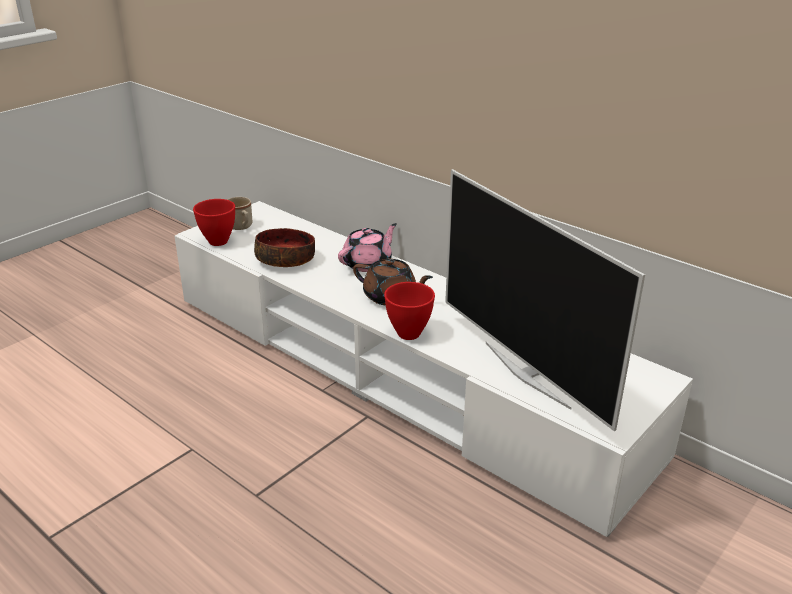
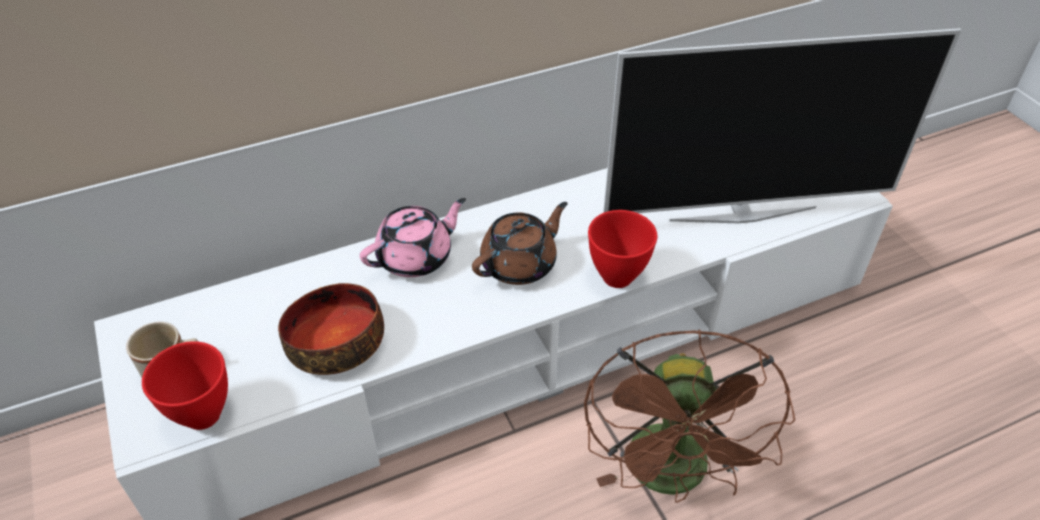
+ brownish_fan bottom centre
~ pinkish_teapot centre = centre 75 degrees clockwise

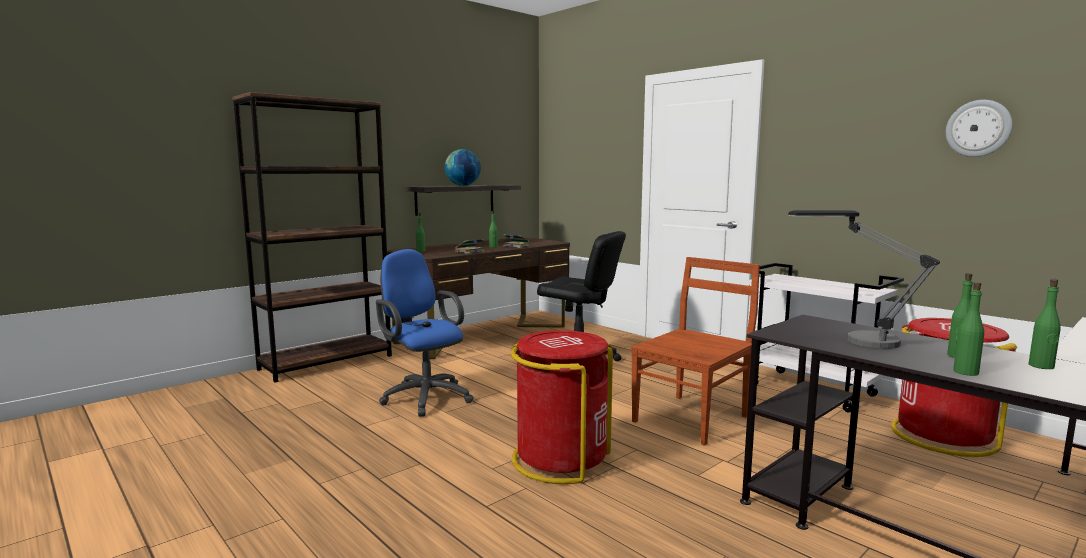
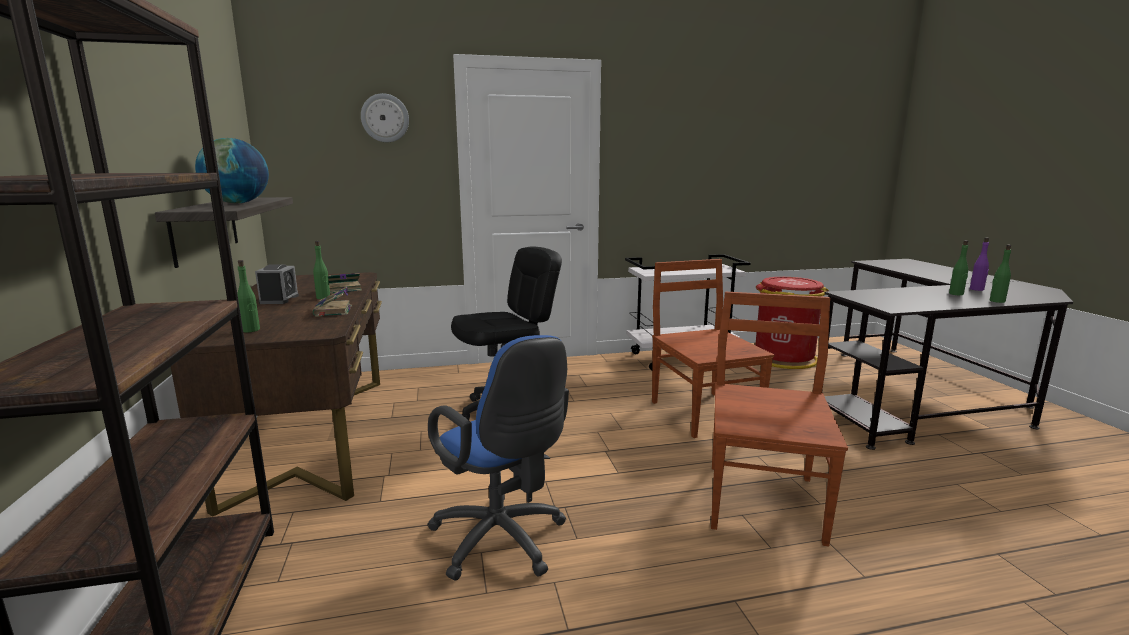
- table_lamp middle right
+ table_clock middle left
~ clock_on_the_wall top right to top centre
~ reddish_rubbish_bin (no. 1 from left) bottom centre to brownish_upright_chair (no. 2 from left) middle right
~ greenish_beverage_bottle (no. 5 from left) middle right to purple-coloured_beverage_bottle middle right
~ blue_office_chair centre = bottom centre 120 degrees counterclockwise

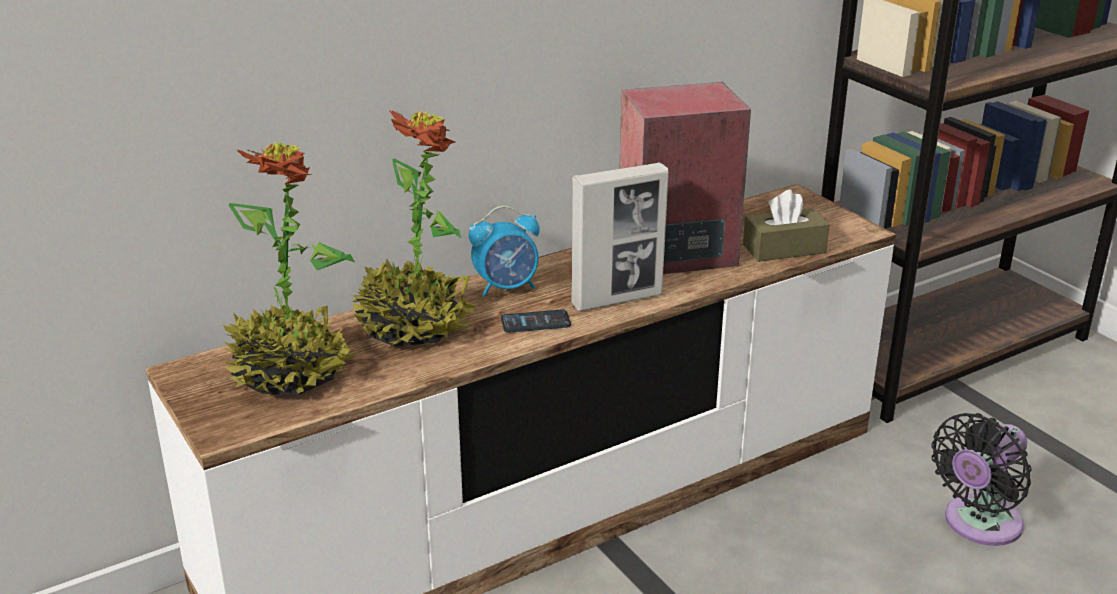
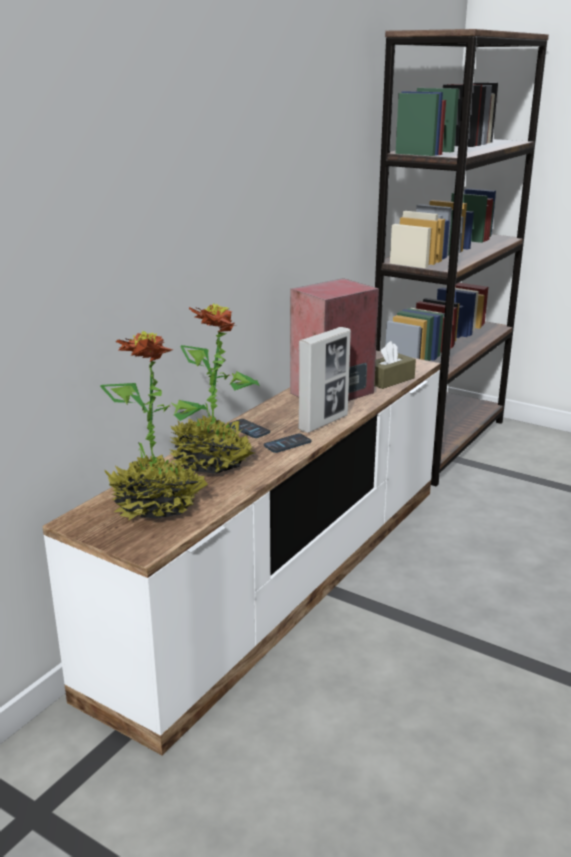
- black_fan bottom right
~ table_clock centre to telephone (no. 1 from left) centre

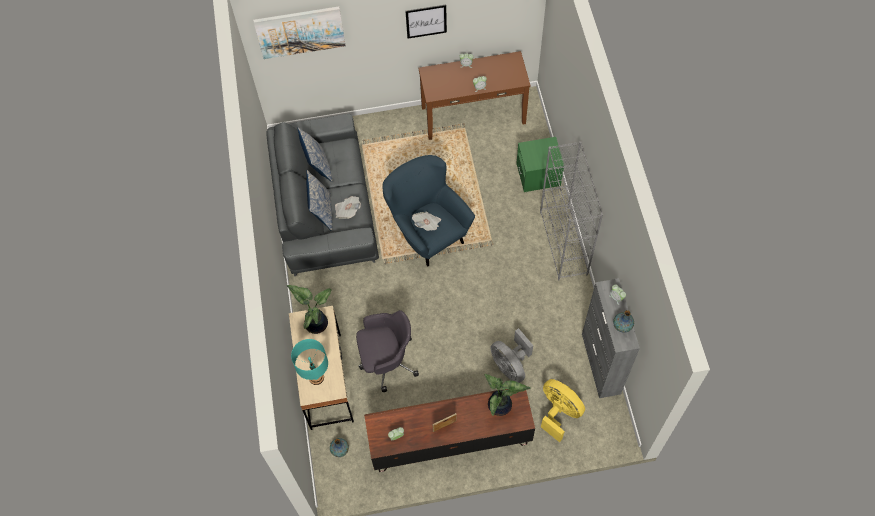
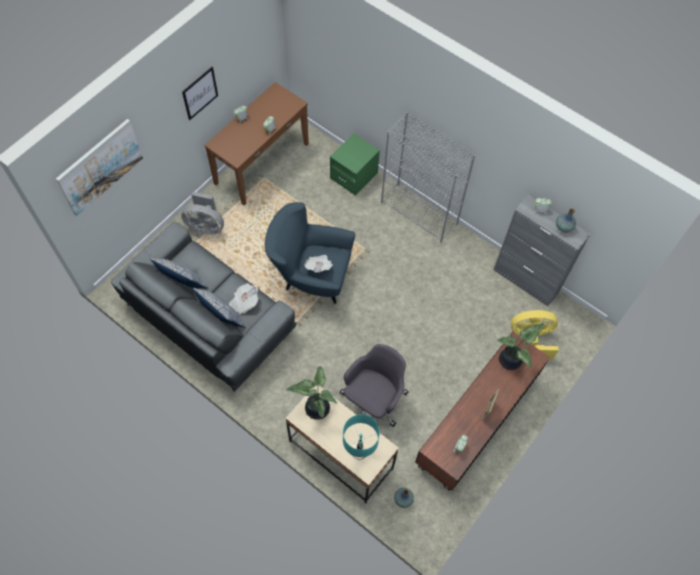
~ gray_fan bottom centre to middle left

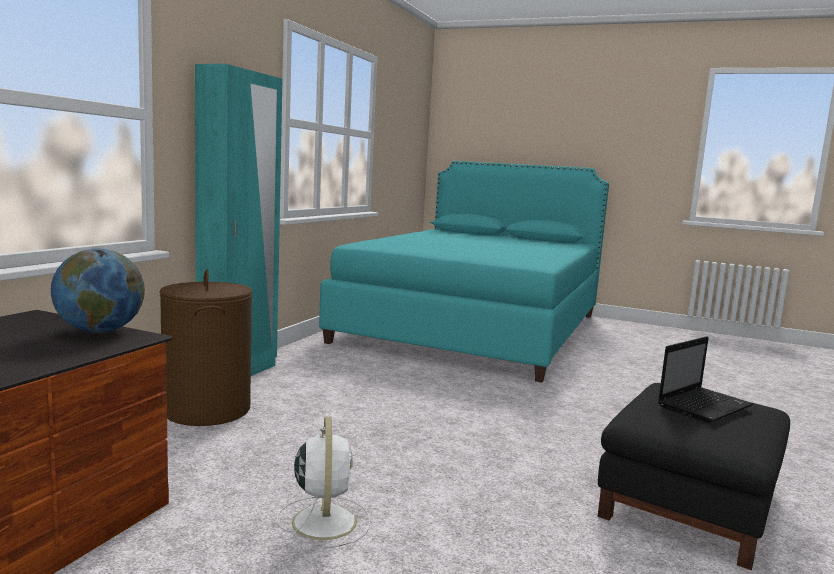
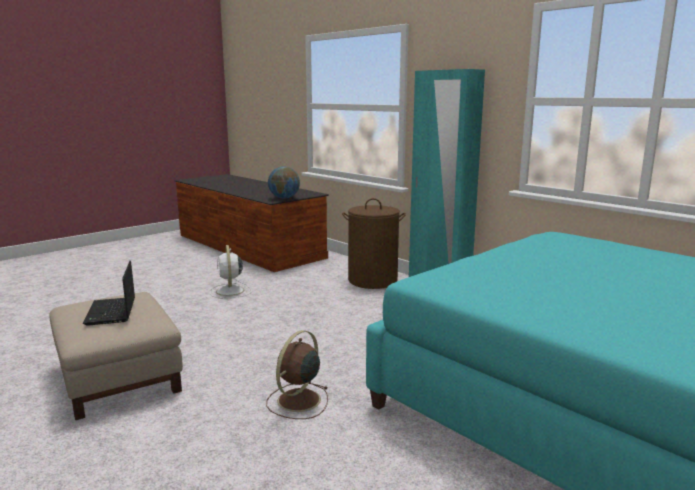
+ brownish_fan bottom centre
~ black_ottoman bottom right to beige_ottoman bottom left
~ white-coloured_fan bottom centre = middle left 60 degrees clockwise

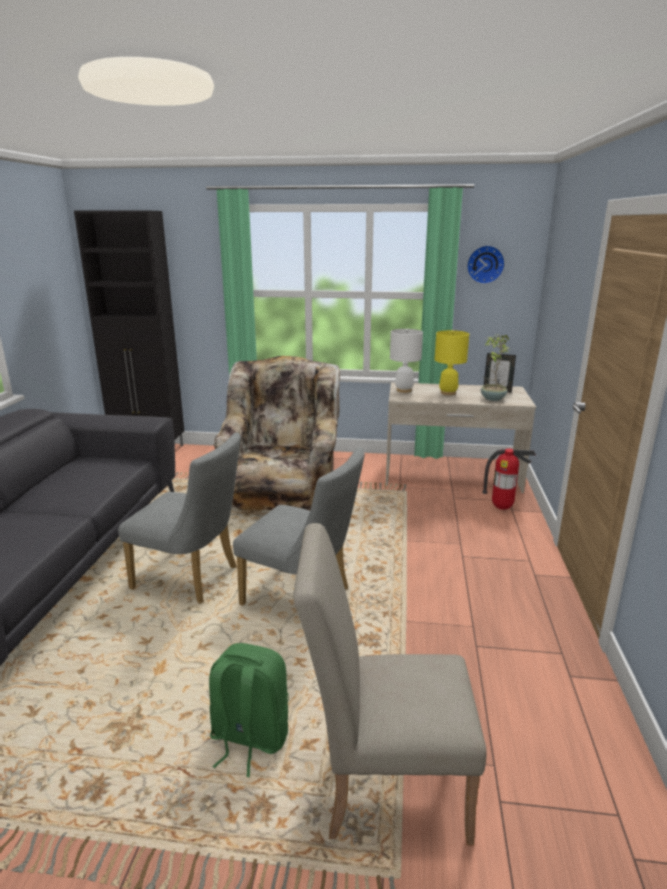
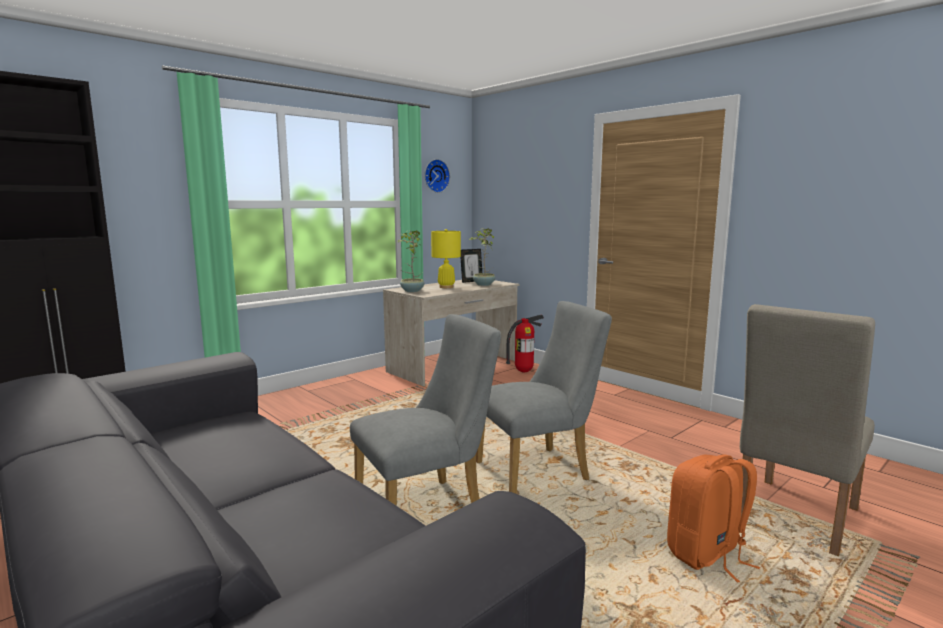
- beige_armchair centre
~ white-coloured_table_lamp centre to houseplant (no. 1 from left) centre
~ greenish_backpack bottom centre to orange_backpack bottom right

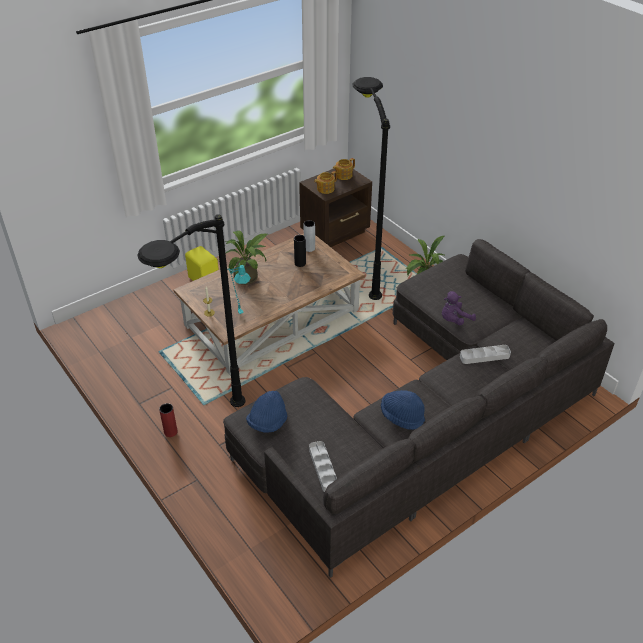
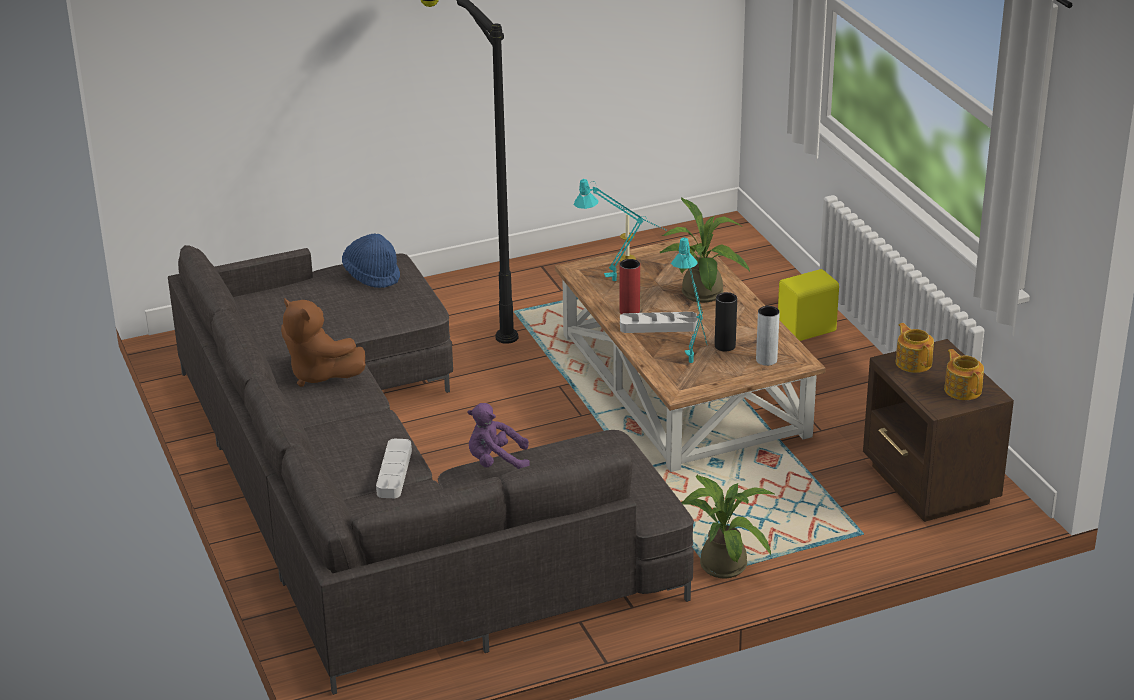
- black_standard_lamp (no. 2 from left) top centre
+ blue-green_table_lamp (no. 2 from left) centre
~ reddish_decorative_vase middle left to centre
~ gray_serving_tray (no. 1 from left in the first image) bottom centre to gray_serving_tray (no. 2 from left) centre
~ blue_hat (no. 2 from left) centre to brownish_soft_toy middle left
~ purple-coloured_soft_toy middle right = centre 75 degrees counterclockwise

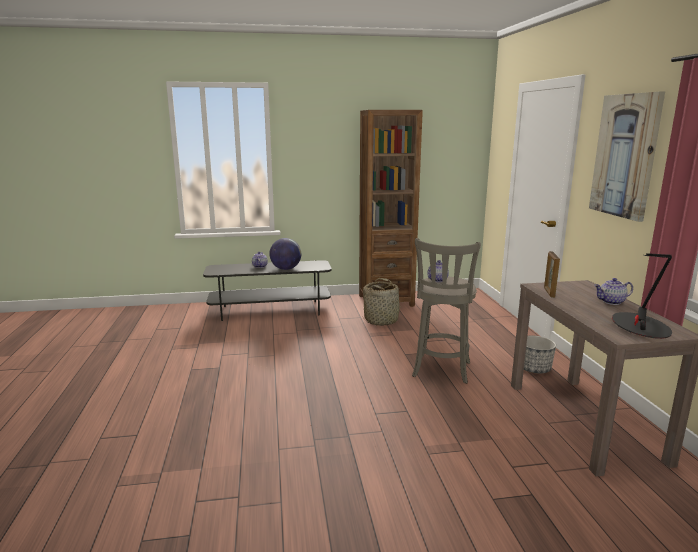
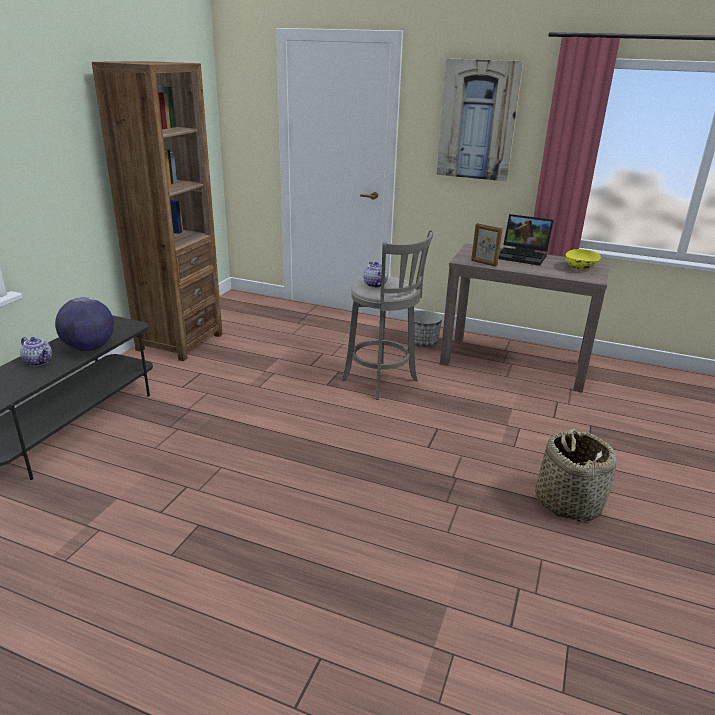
~ basket centre to middle right
~ teapot (no. 3 from left) middle right to notebook_computer middle right
~ table_lamp middle right to yellowish_serving_bowl middle right

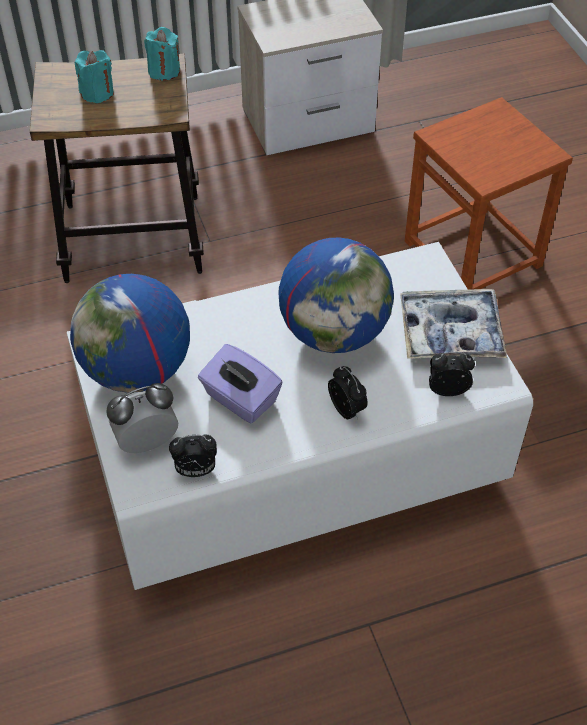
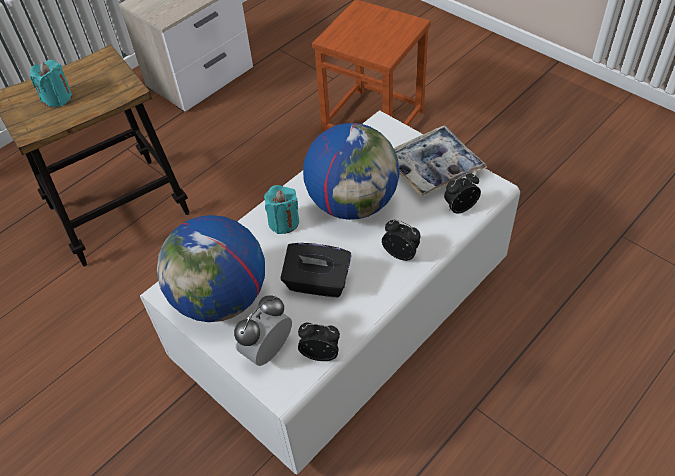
~ blue-green_candle (no. 2 from left) top left to centre
~ purple-coloured_tissue_box centre to black_tissue_box centre
~ table_clock (no. 2 from left) middle left = bottom centre 135 degrees counterclockwise

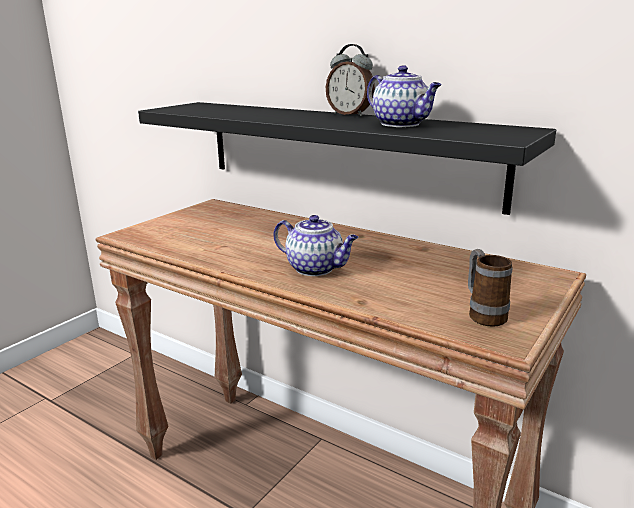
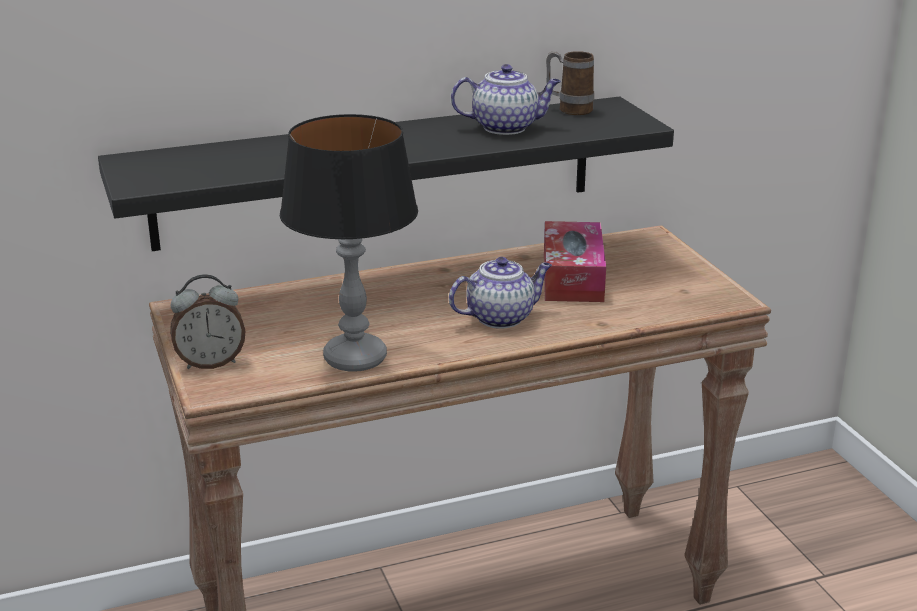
+ table_lamp centre
+ tissue_box centre
~ table_clock top centre to middle left
~ tea_mug middle right to top centre

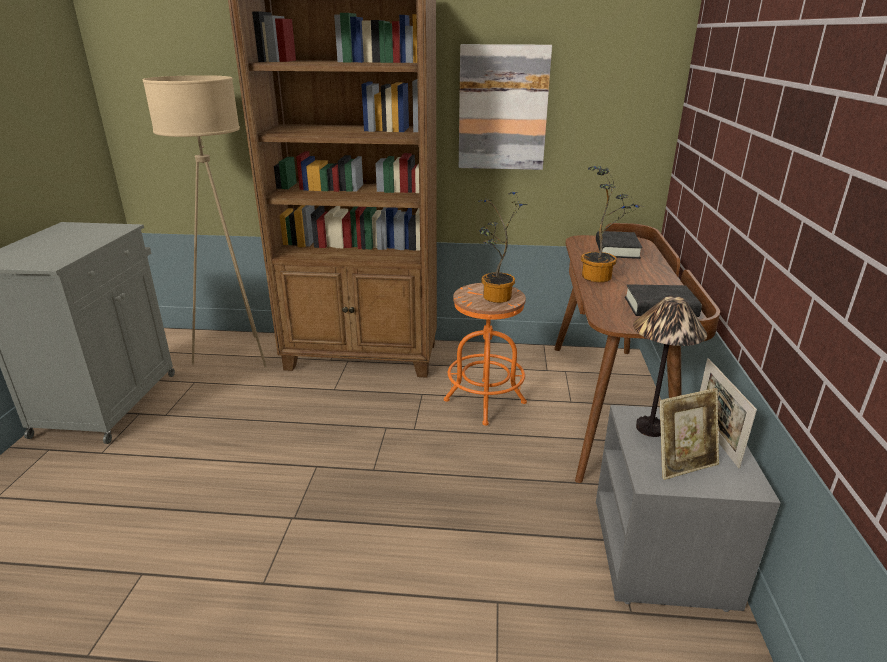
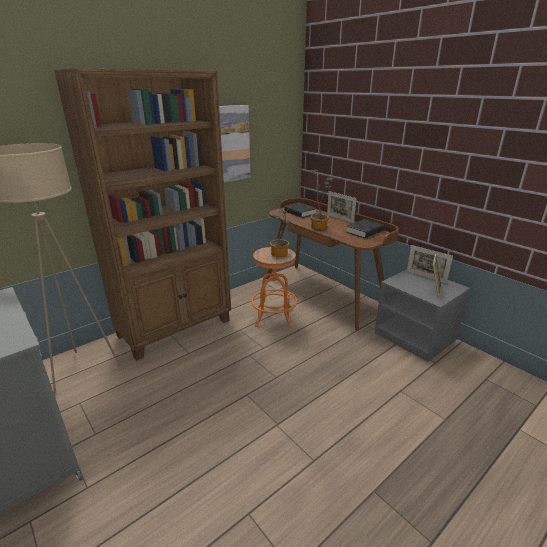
- table_lamp middle right
+ photo_frame (no. 1 from left) centre

